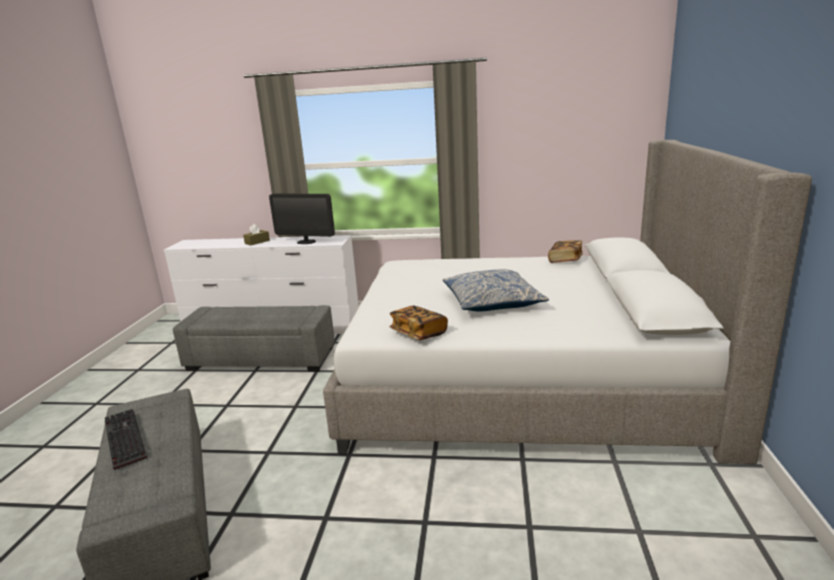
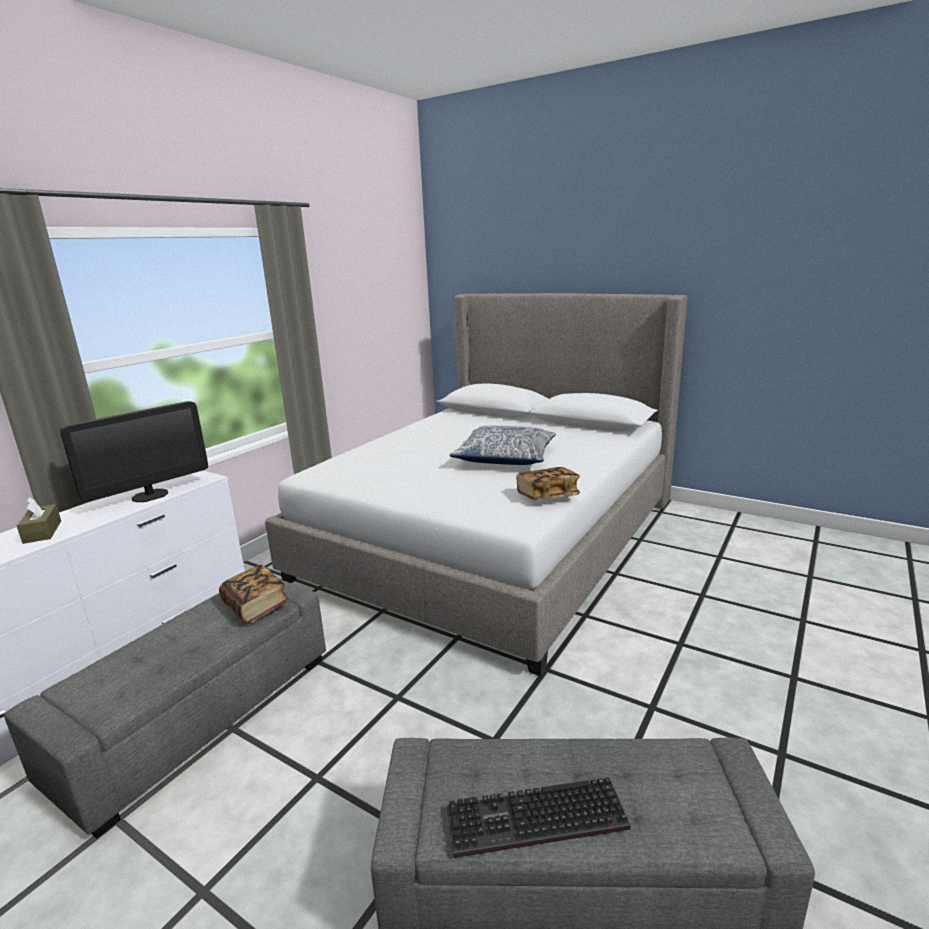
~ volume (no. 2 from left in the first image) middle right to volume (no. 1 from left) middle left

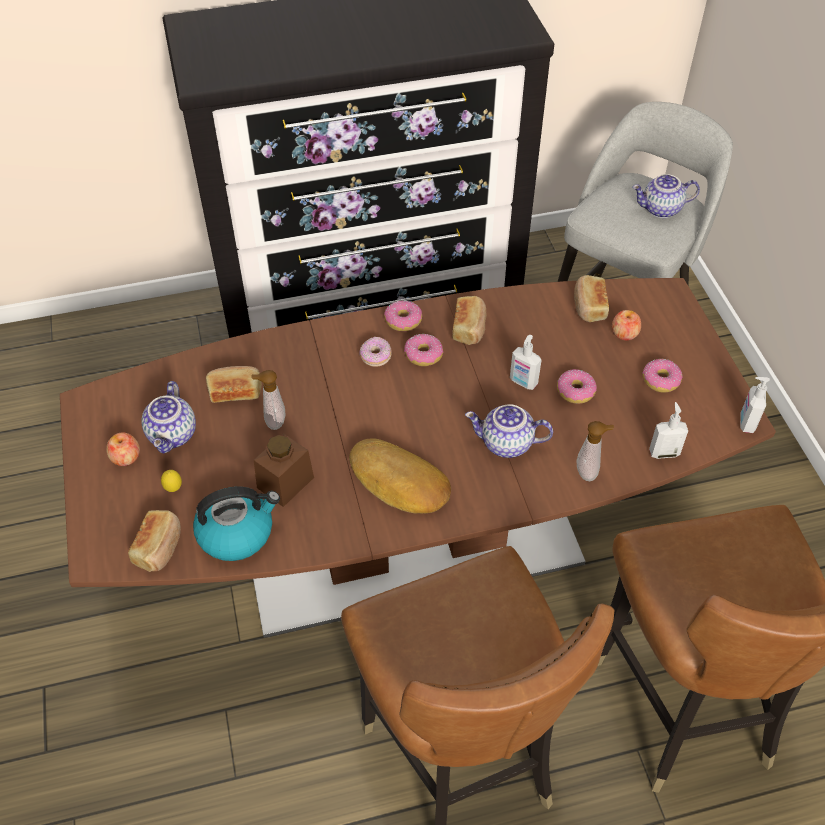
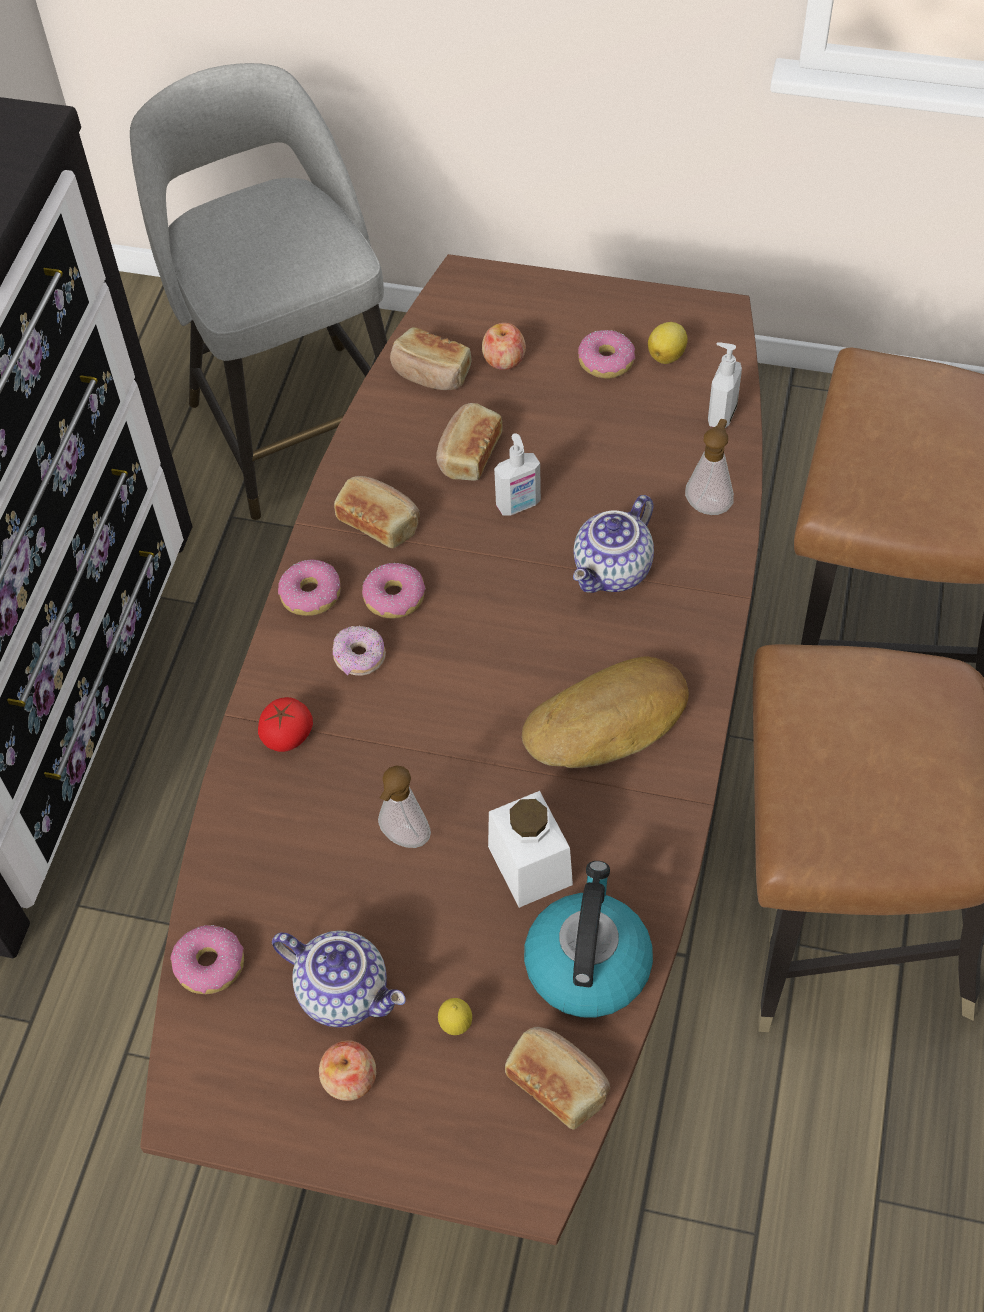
- teapot (no. 3 from left) top right
- soap_bottle (no. 5 from left) middle right
+ fresh_tomato middle left
+ lemon (no. 2 from left) top right
~ bread (no. 2 from left in the first image) middle left to bread (no. 3 from left) centre
~ donut (no. 4 from left in the first image) middle right to donut (no. 1 from left) bottom left
~ brownish_jar centre to white-coloured_jar centre

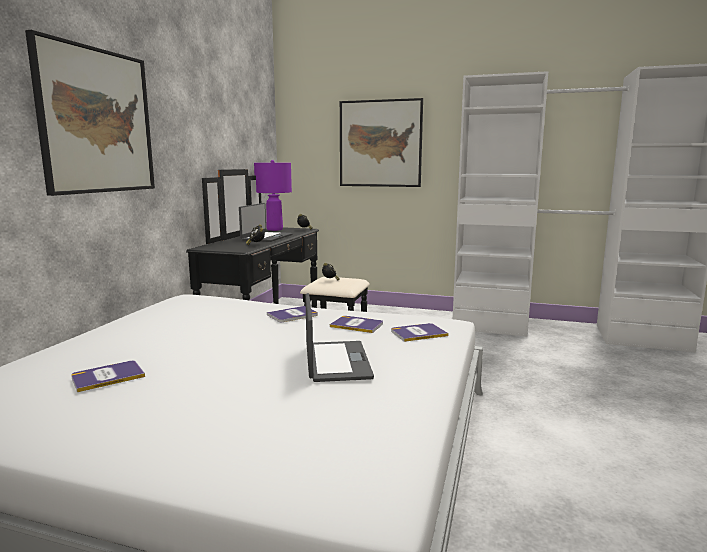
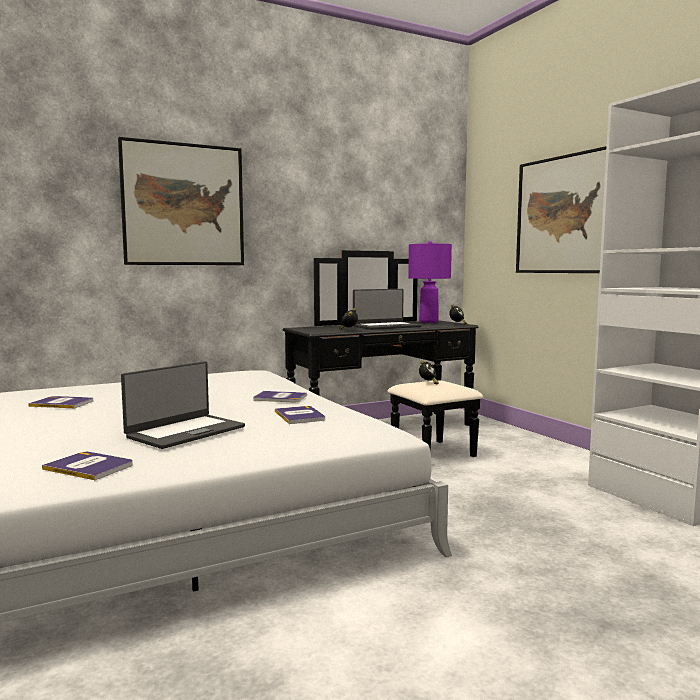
~ volume (no. 4 from left in the first image) centre to volume (no. 2 from left) middle left

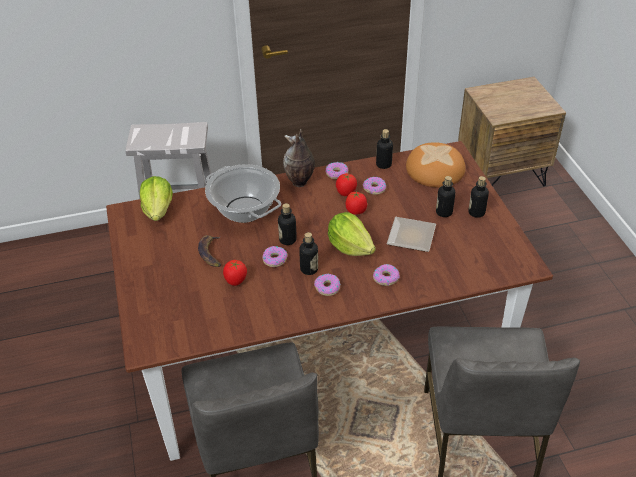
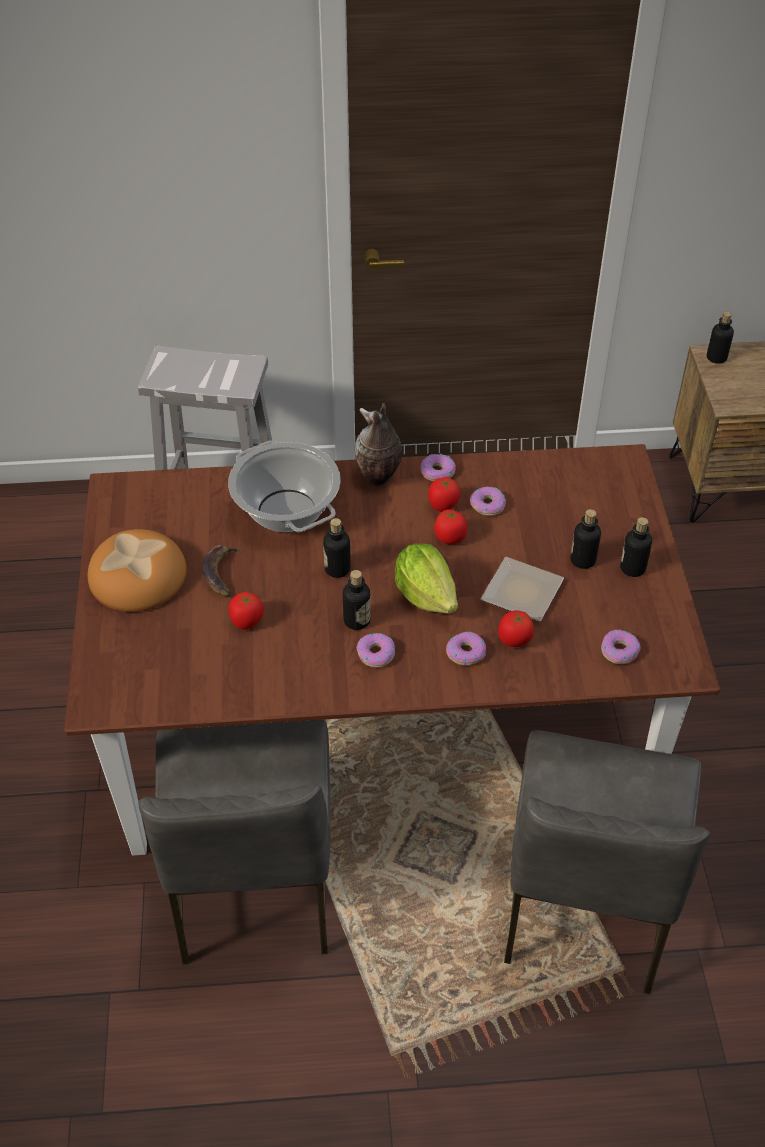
- lettuce_head (no. 1 from left) middle left
+ fresh_tomato (no. 4 from left) middle right
~ donut (no. 1 from left in the first image) centre to donut (no. 5 from left) middle right
~ beverage_bottle (no. 3 from left in the first image) top centre to beverage_bottle (no. 5 from left) top right
~ bread middle right to middle left

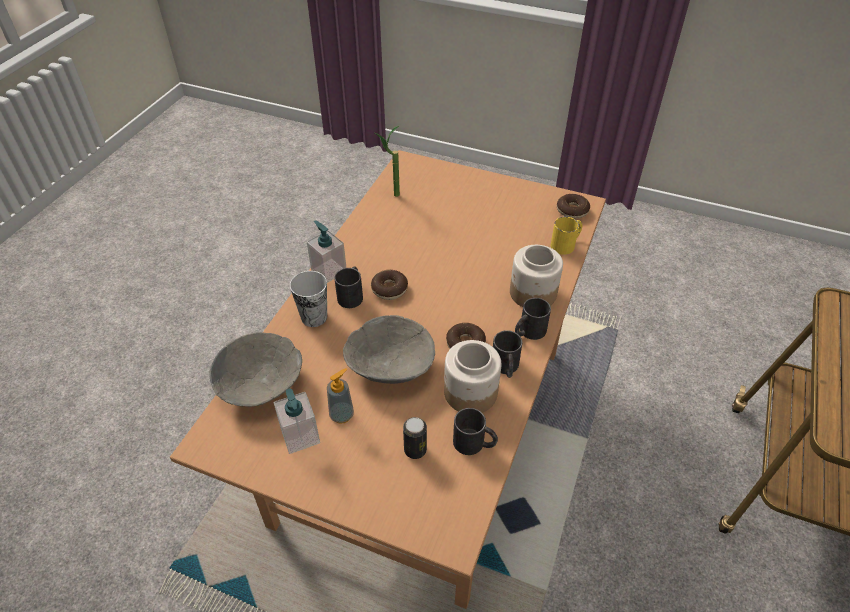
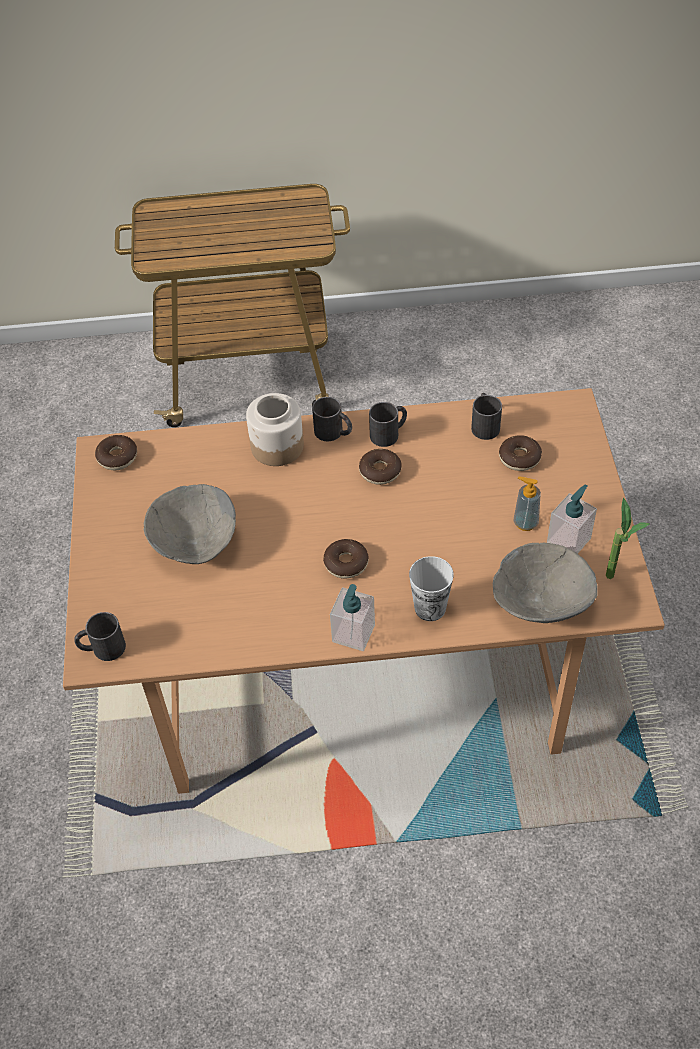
- jar (no. 1 from left) centre
- yellowish_tea_mug centre
~ black_tea_mug (no. 1 from left) centre to middle left
~ gray_serving_bowl (no. 2 from left in the first image) centre to gray_serving_bowl (no. 1 from left) middle left
~ houseplant top centre to middle right
~ metal_can bottom centre to donut (no. 4 from left) middle right

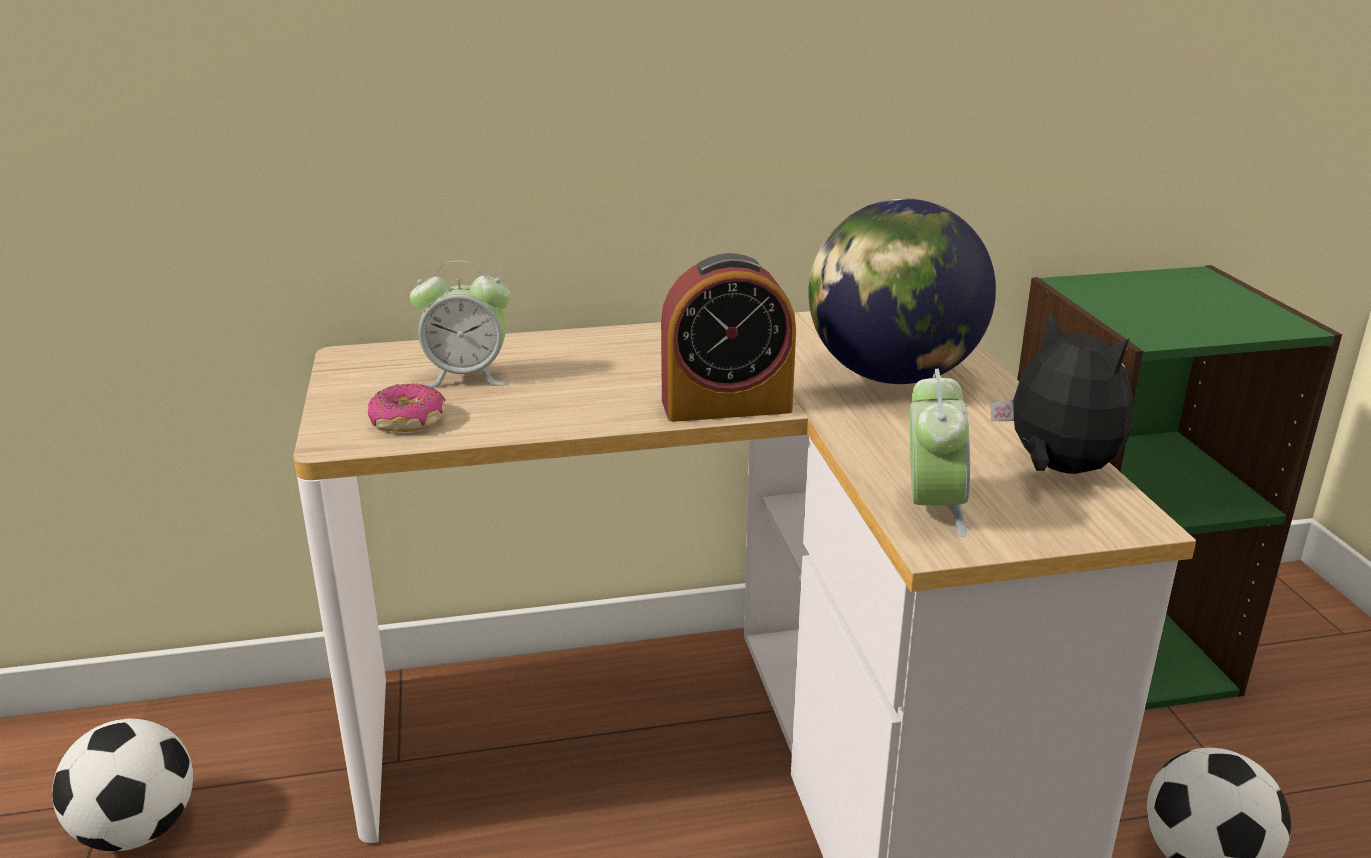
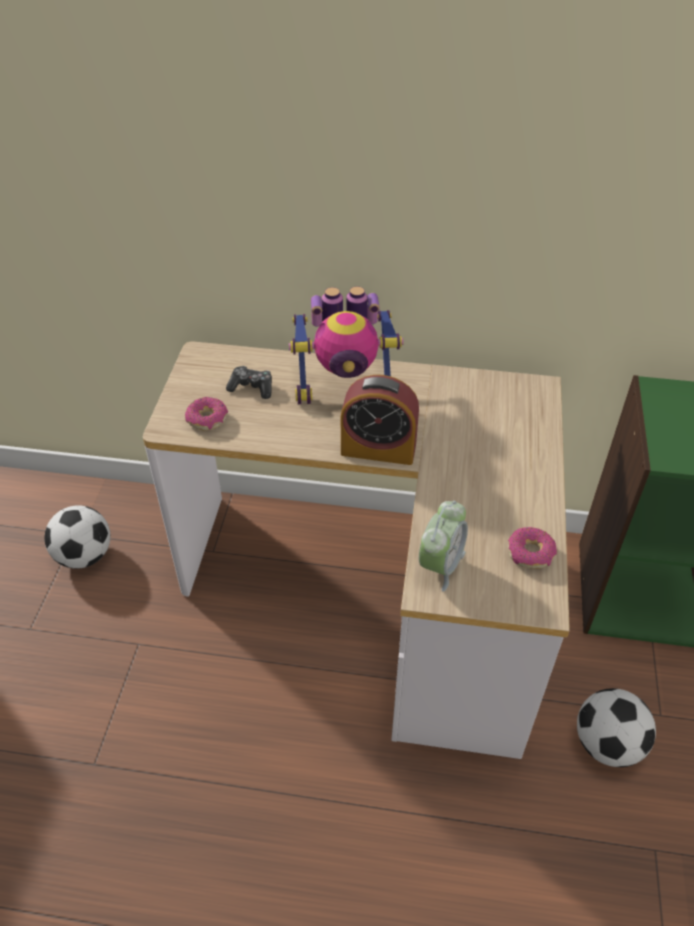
- desk_globe centre
+ model_robot centre
~ table_clock (no. 1 from left) centre to joypad centre
~ soft_toy middle right to donut (no. 2 from left) middle right

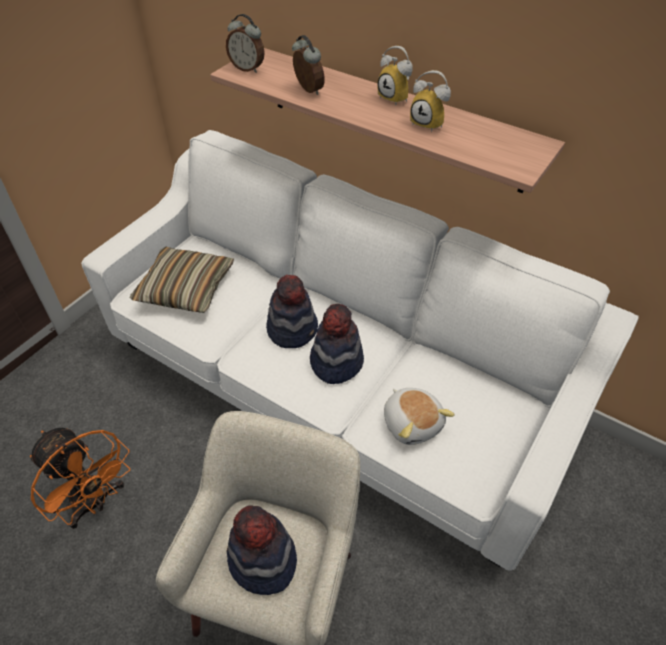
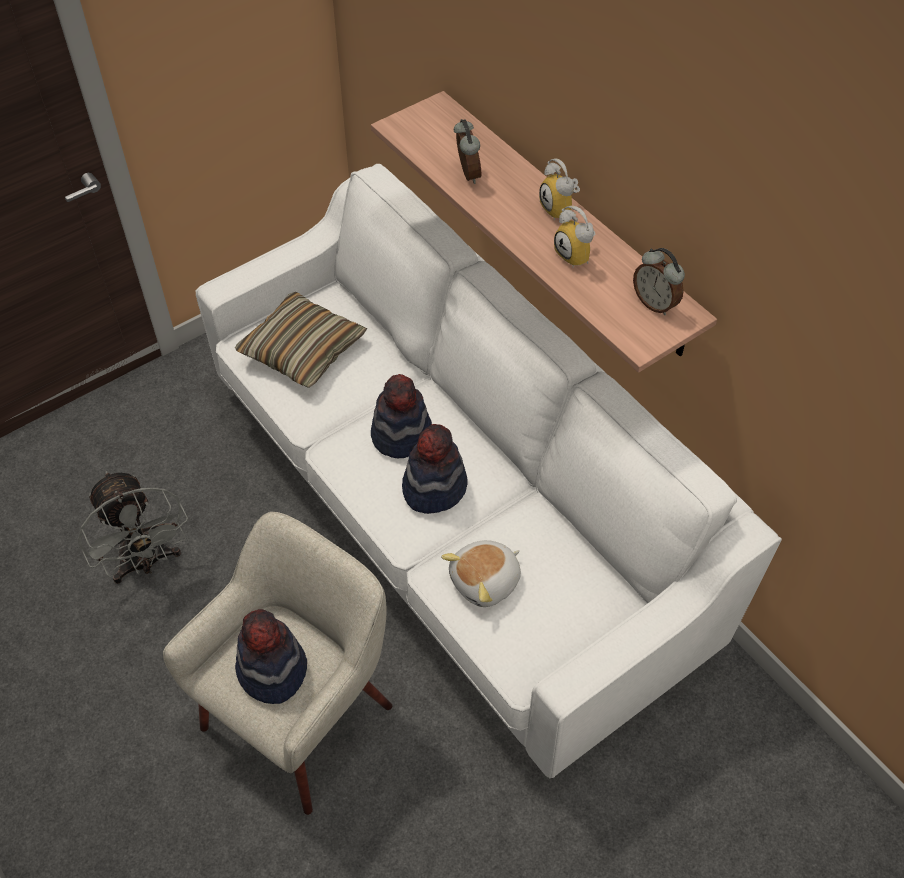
~ table_clock (no. 1 from left in the first image) top centre to table_clock (no. 4 from left) top right
~ orange_fan bottom left to gray_fan middle left
~ soft_toy centre = centre 60 degrees clockwise

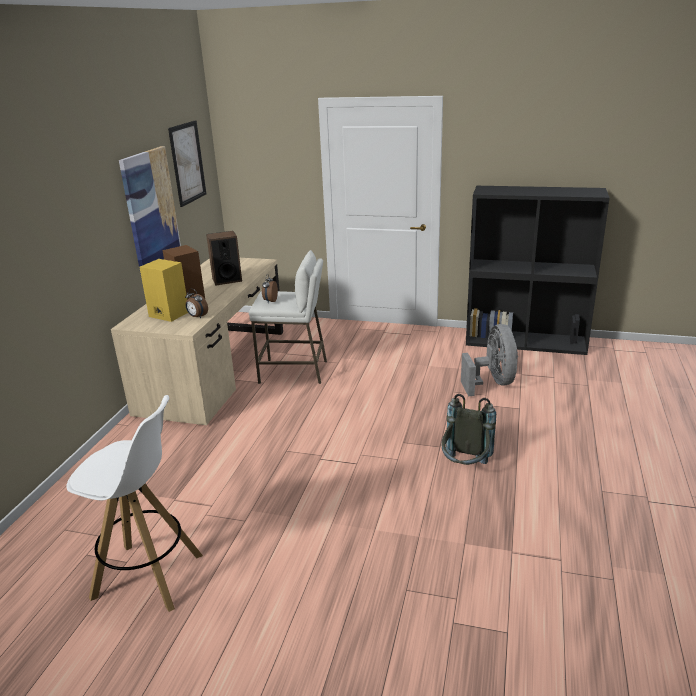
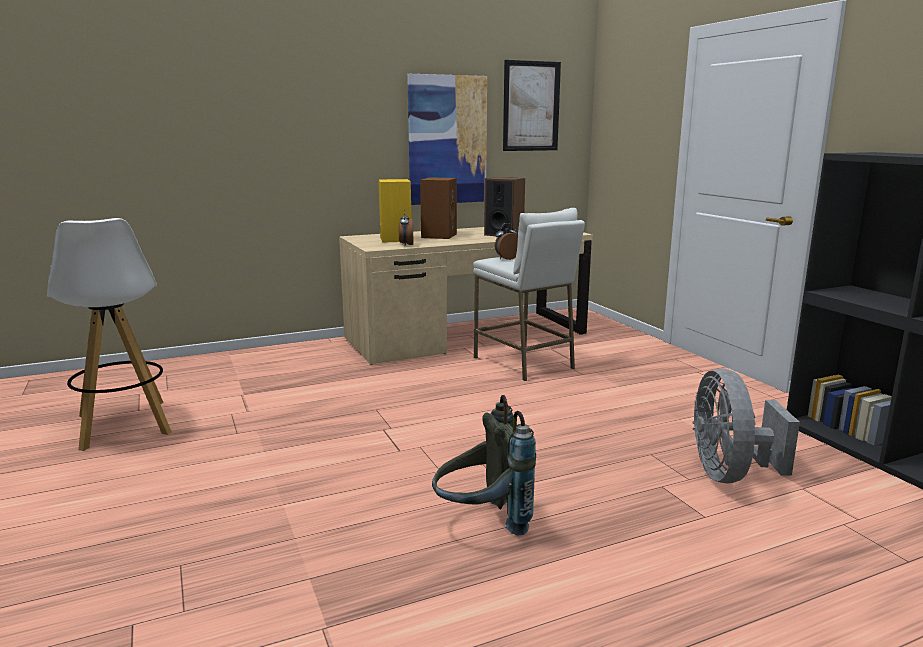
~ gray_fan middle right = middle right 135 degrees clockwise

